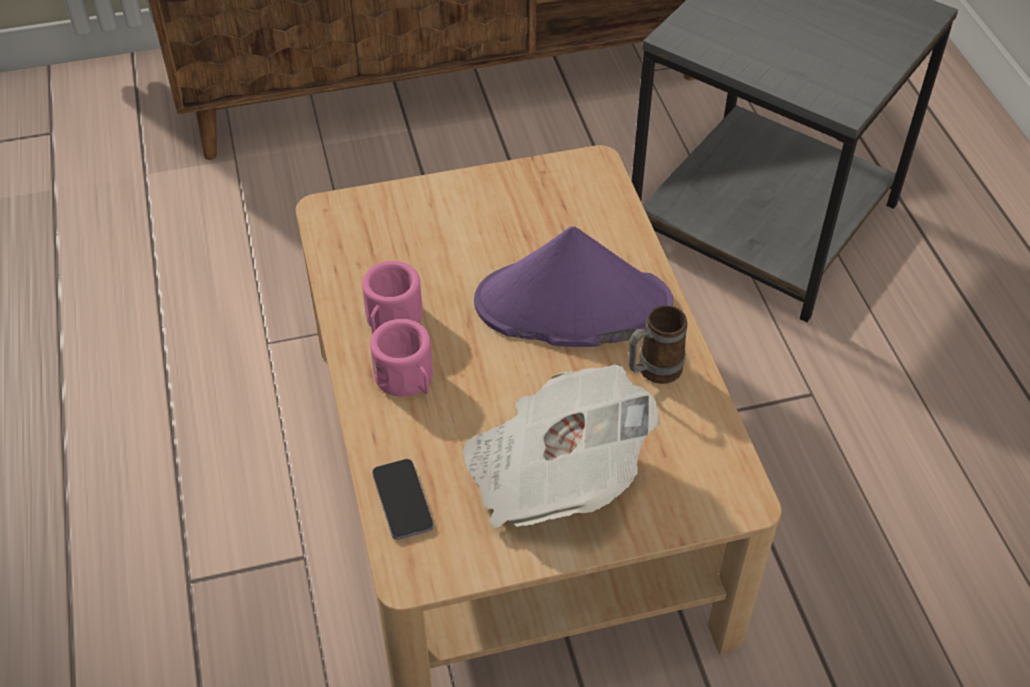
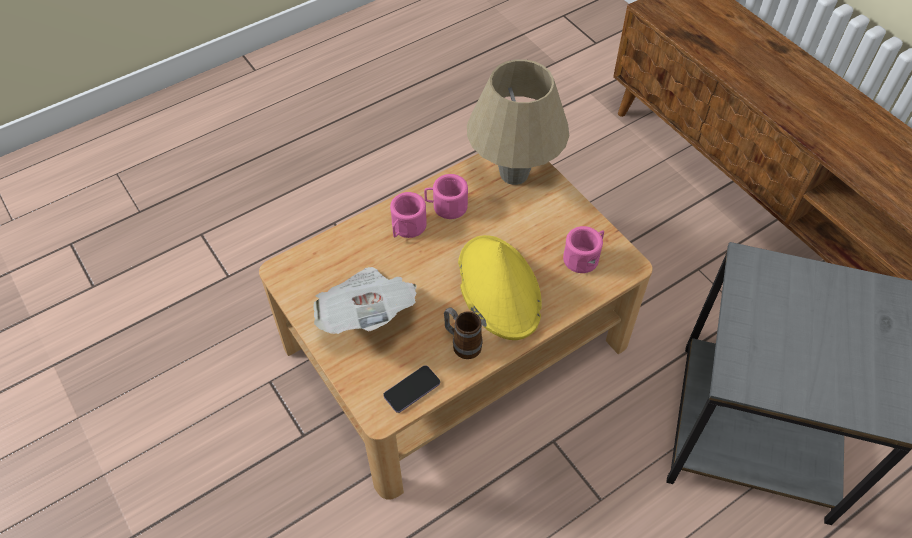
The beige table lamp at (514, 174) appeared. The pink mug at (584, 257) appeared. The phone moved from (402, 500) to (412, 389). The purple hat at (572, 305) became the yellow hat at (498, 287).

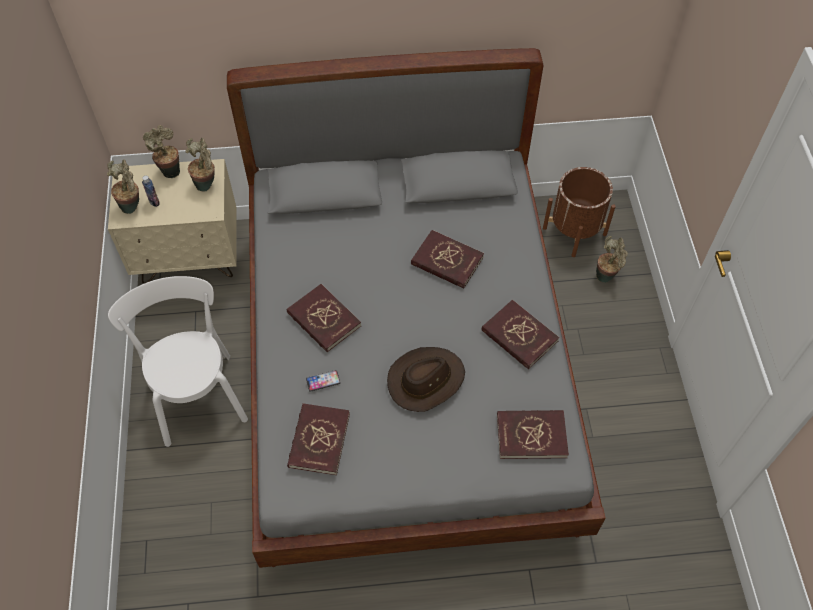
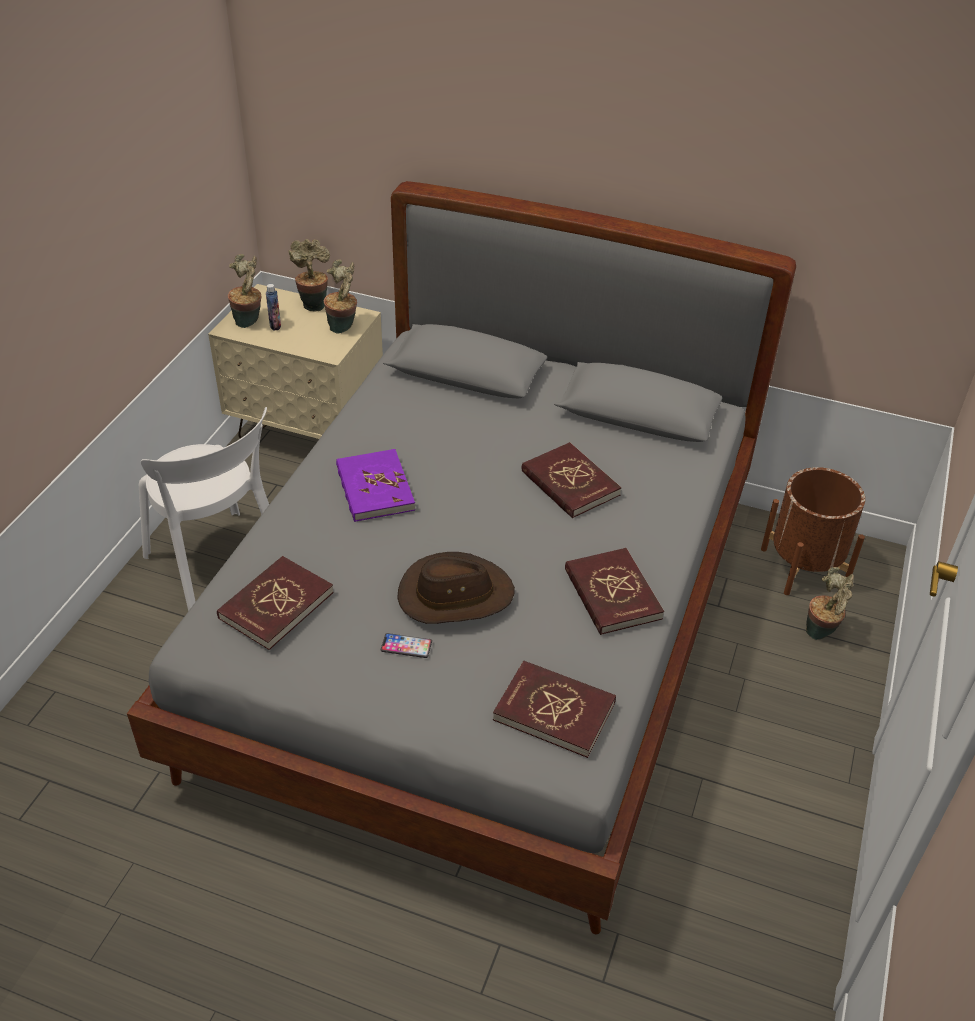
The phone moved from (323, 381) to (406, 646). The red book at (323, 320) became the purple book at (374, 488). The white chair at (197, 394) turned 135 degrees clockwise.

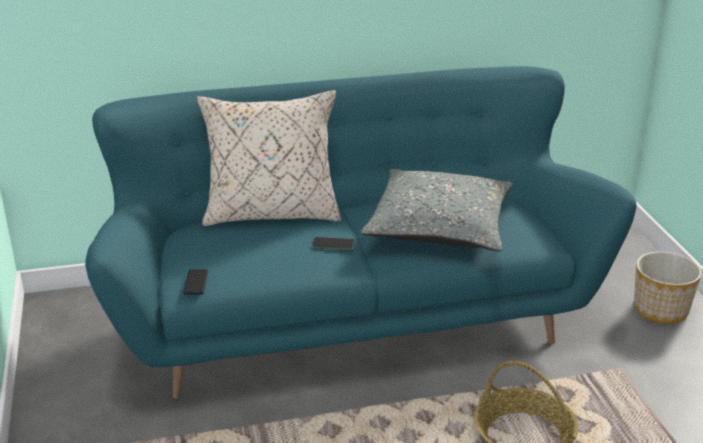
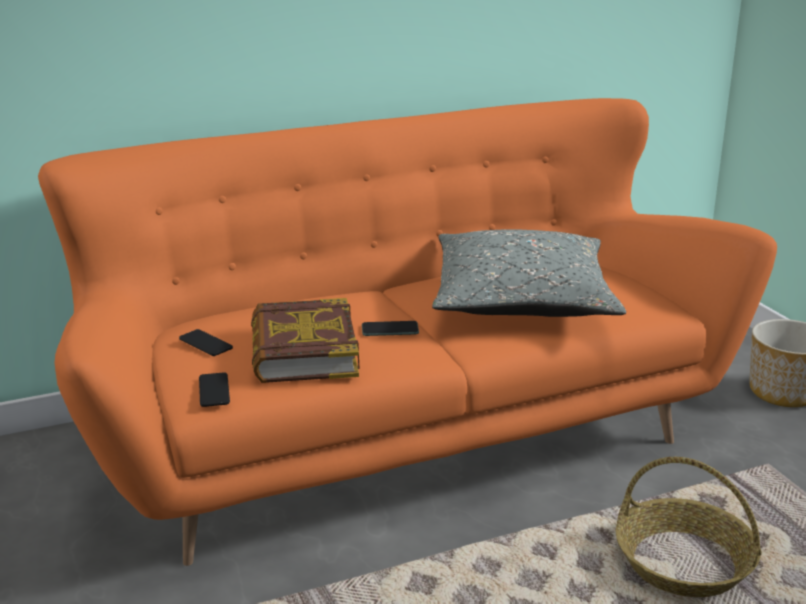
The beige pillow at (271, 213) disappeared. The phone at (205, 343) appeared. The book at (303, 351) appeared. The turquoise sofa at (351, 317) became the orange sofa at (403, 437).

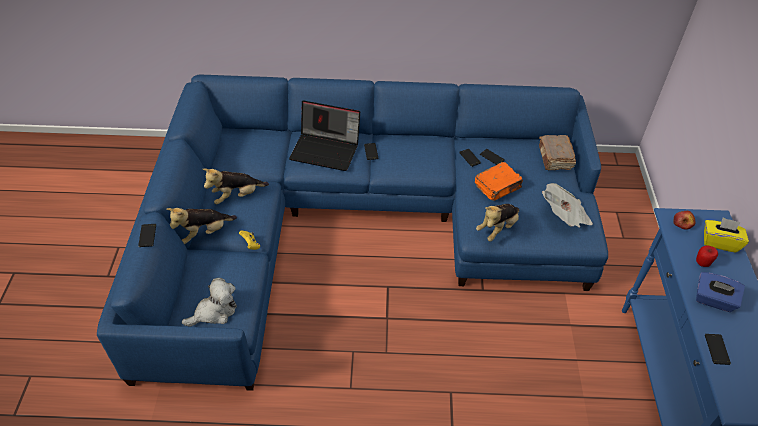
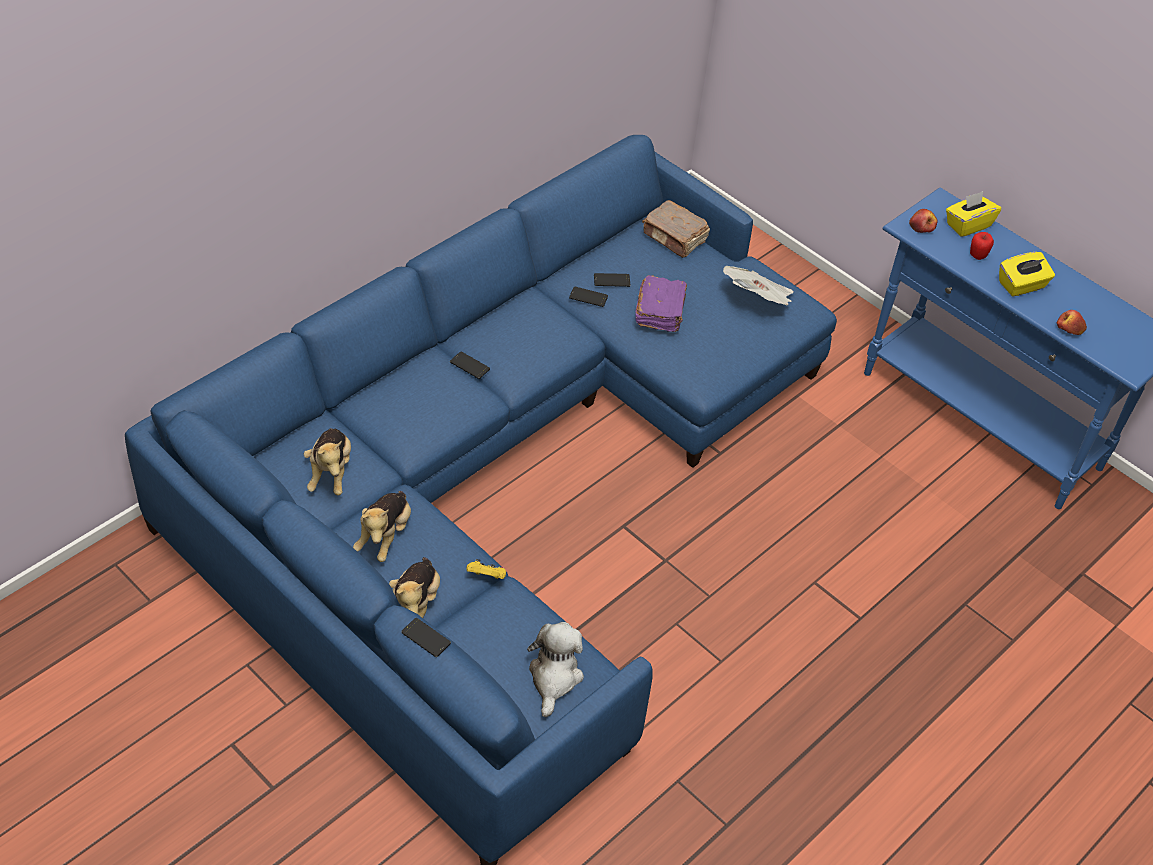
The laptop at (326, 150) disappeared. The plush toy moved from (497, 228) to (330, 472). The phone at (717, 349) was replaced by the apple at (1069, 329). The orange book at (498, 187) became the purple book at (660, 312). The blue tissue box at (713, 300) became the yellow tissue box at (1021, 286).

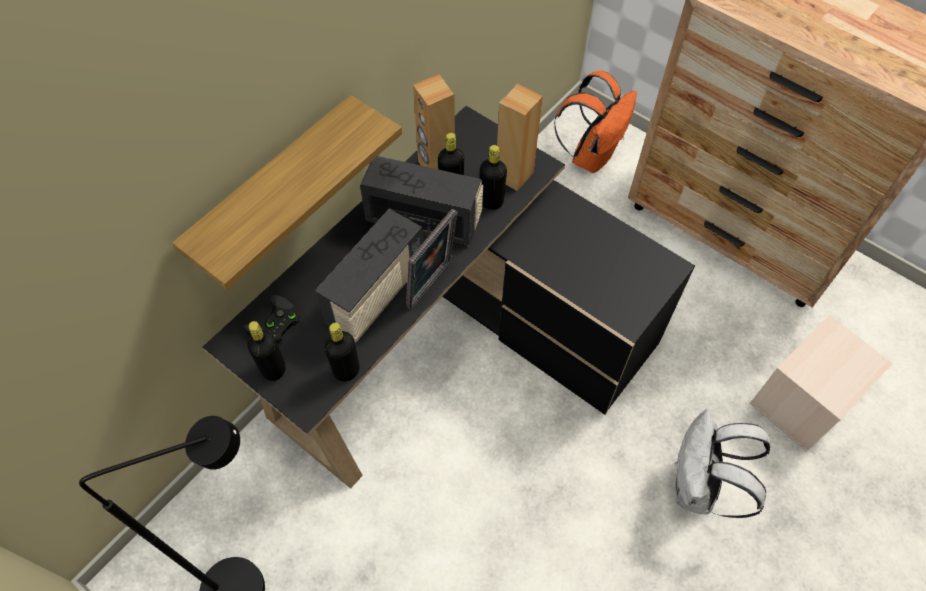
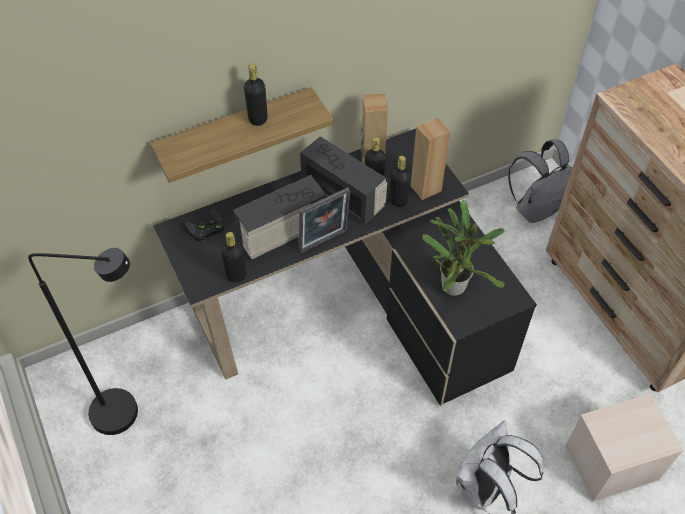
The potted plant at (454, 284) appeared. The black bottle moved from (273, 369) to (258, 119). The orange backpack at (591, 155) became the grey backpack at (537, 208).

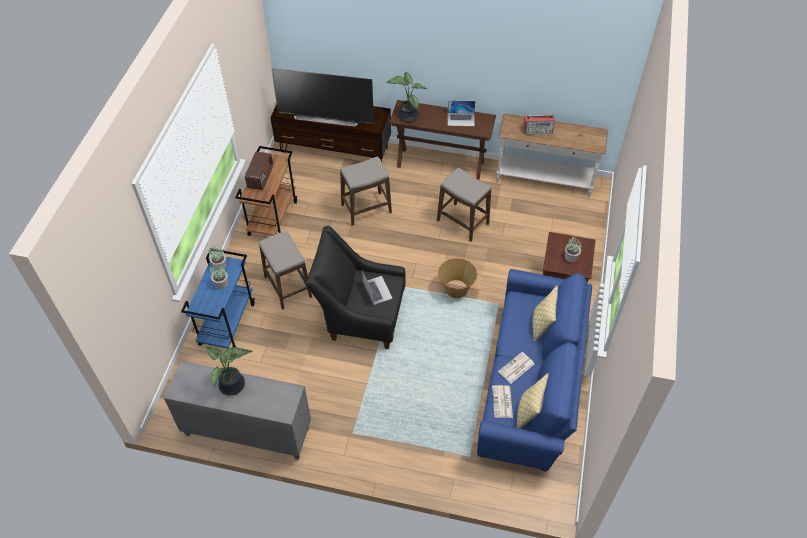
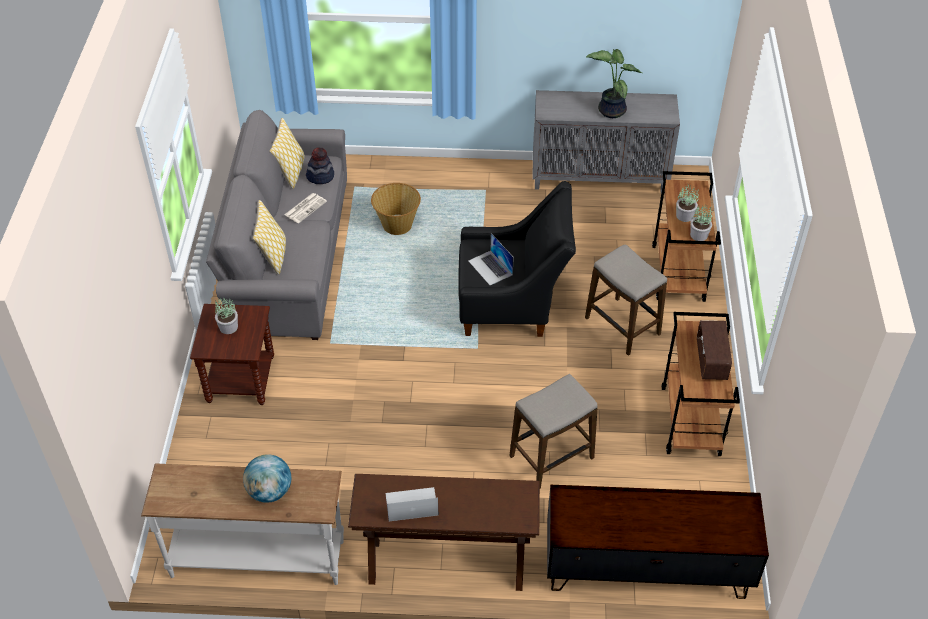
The television at (326, 117) disappeared. The potted plant at (407, 116) disappeared. The stool at (462, 222) disappeared. The basket moved from (456, 289) to (397, 224). The newspaper at (502, 402) was replaced by the hat at (320, 176). The radio at (538, 130) was replaced by the globe at (269, 491). The blue cart at (227, 323) became the brown cart at (679, 273). The blue sofa at (530, 385) became the grey sofa at (287, 258).

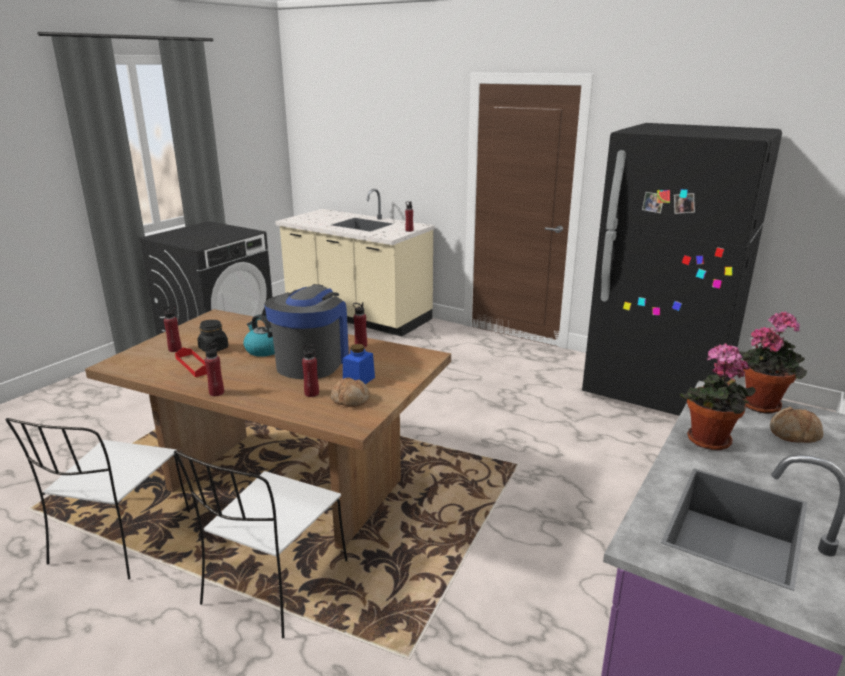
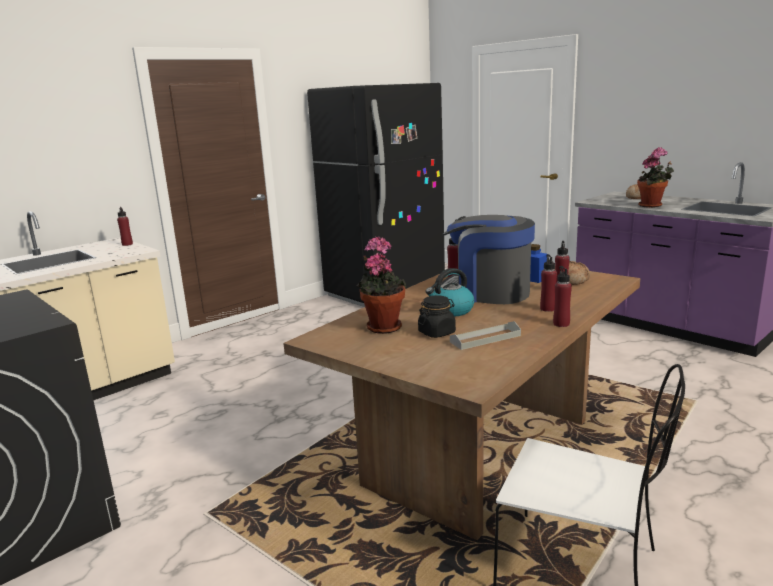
The white chair at (274, 585) disappeared. The red bottle moved from (175, 349) to (547, 309). The potted plant moved from (762, 404) to (382, 326). The red tray at (194, 365) became the grey tray at (485, 339).

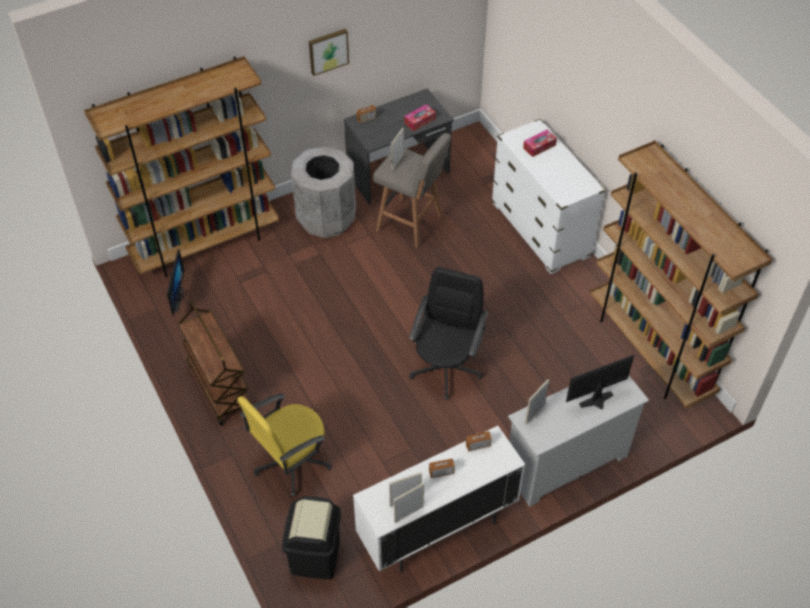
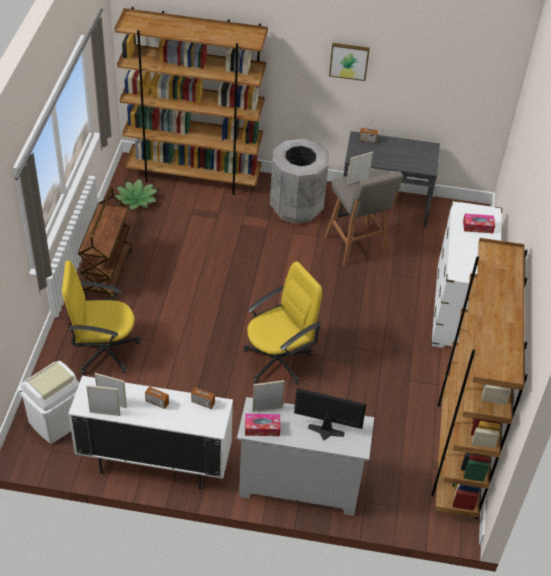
The tissue box moved from (420, 121) to (262, 428). The monitor at (174, 299) was replaced by the potted plant at (136, 199). The black trash can at (316, 556) became the white trash can at (56, 422). The black office chair at (446, 367) became the yellow office chair at (278, 360).

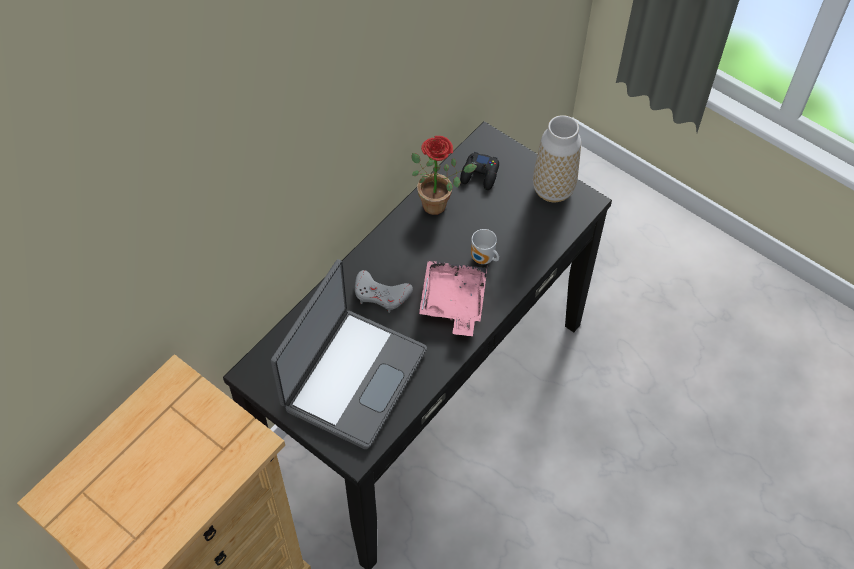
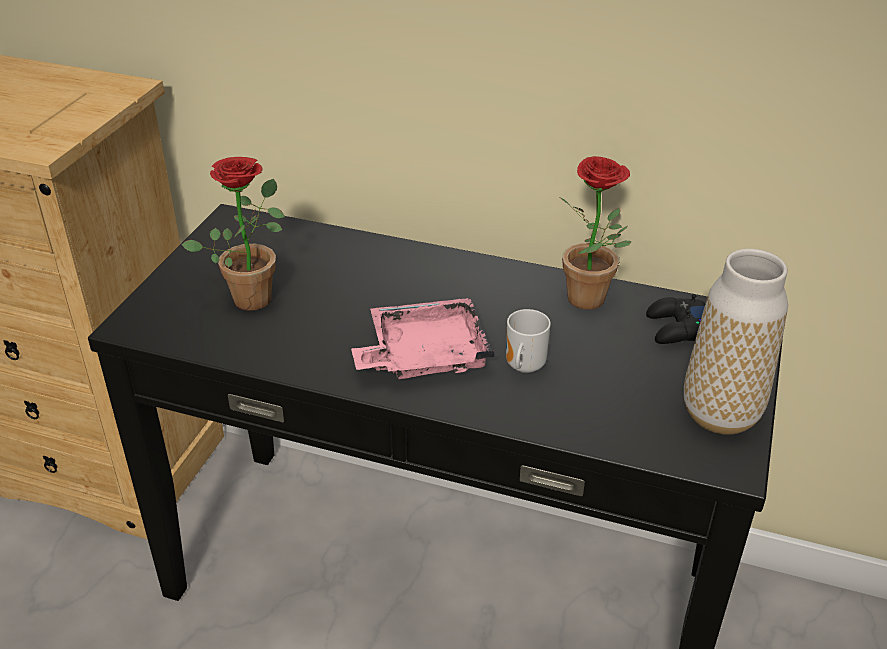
The grey game controller at (381, 294) disappeared. The laptop at (352, 377) was replaced by the potted plant at (254, 294).

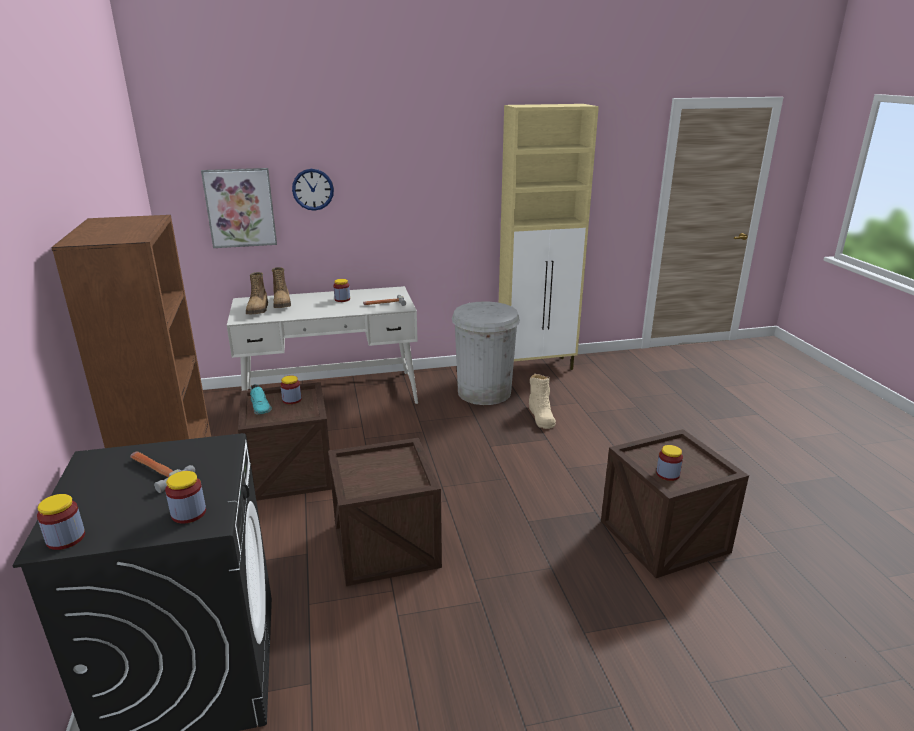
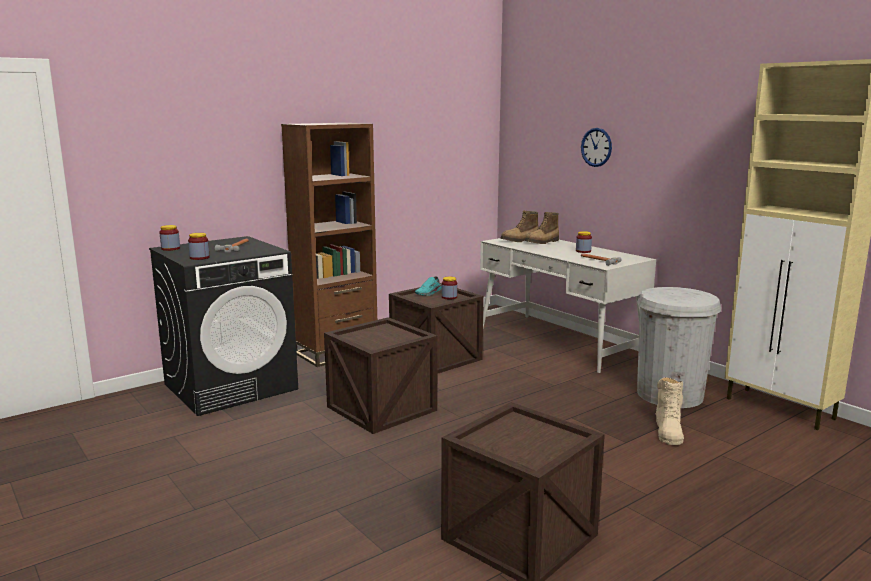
The picture at (240, 208) disappeared. The jar at (667, 474) disappeared. The beige boot at (541, 416) turned 45 degrees counterclockwise.

